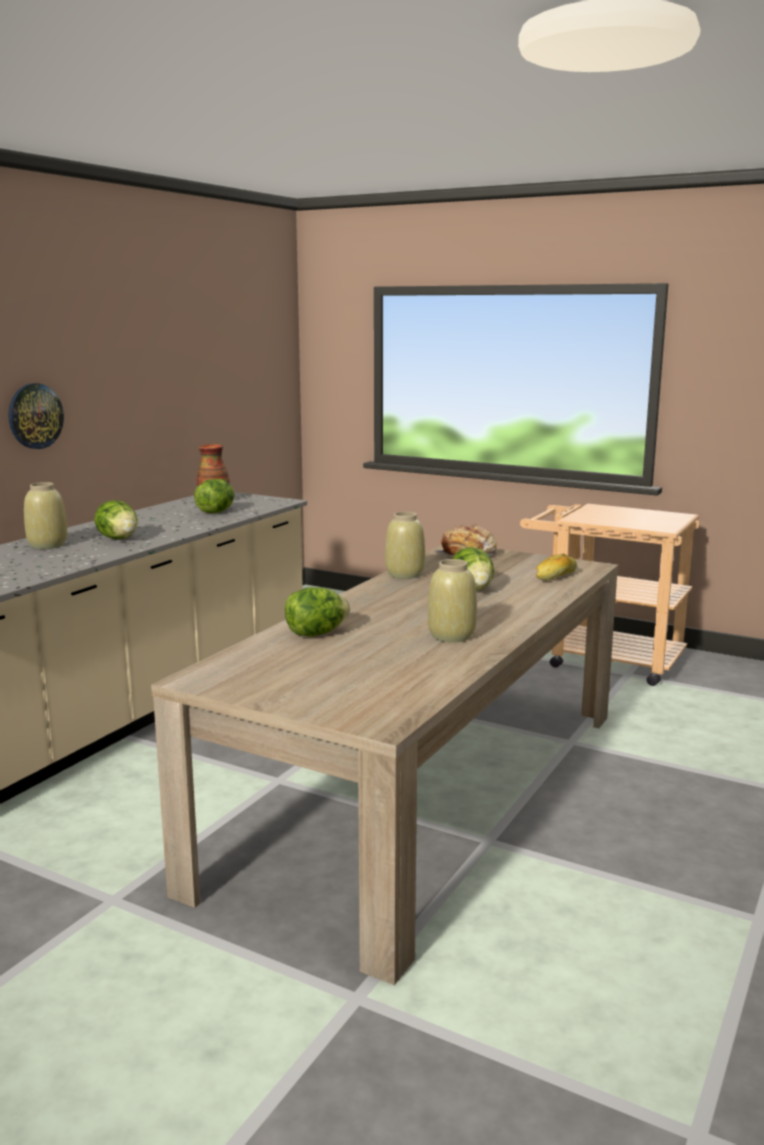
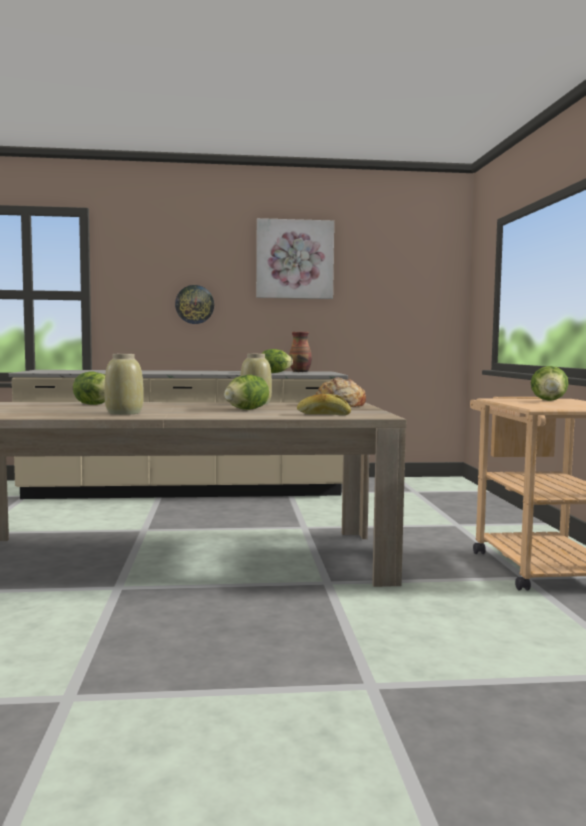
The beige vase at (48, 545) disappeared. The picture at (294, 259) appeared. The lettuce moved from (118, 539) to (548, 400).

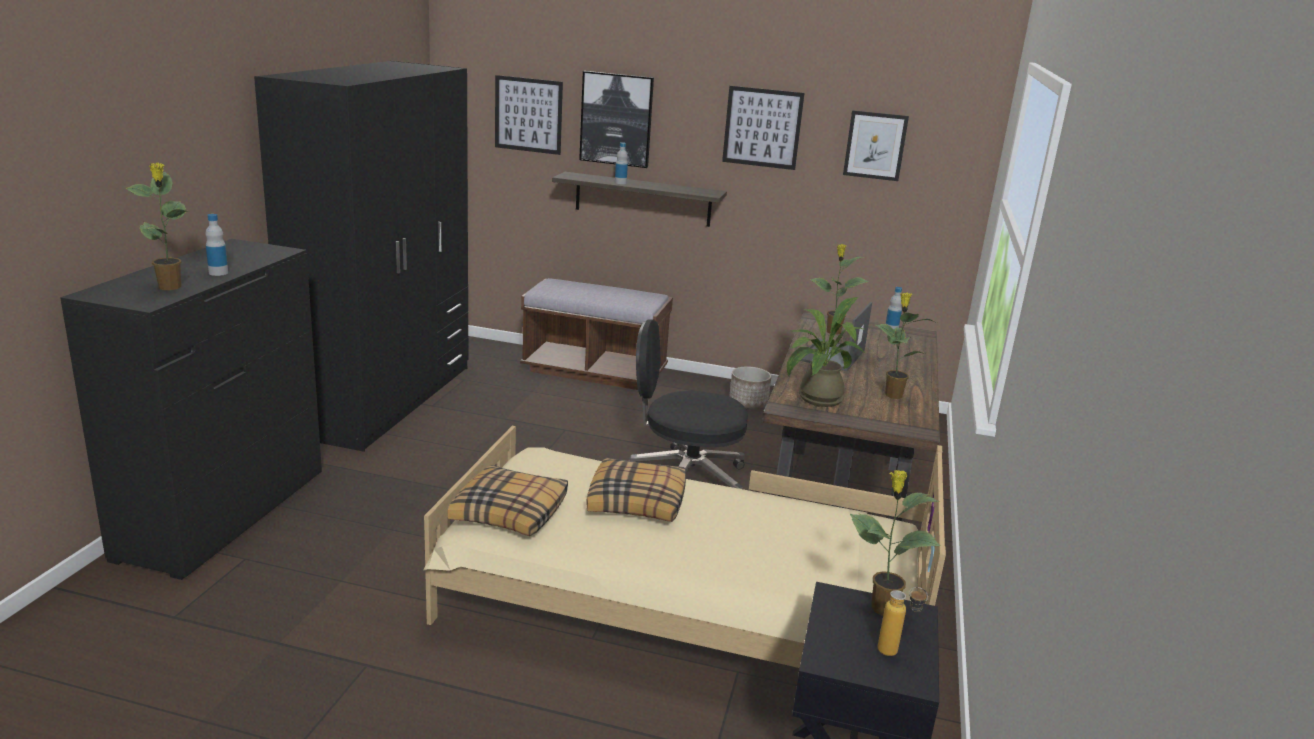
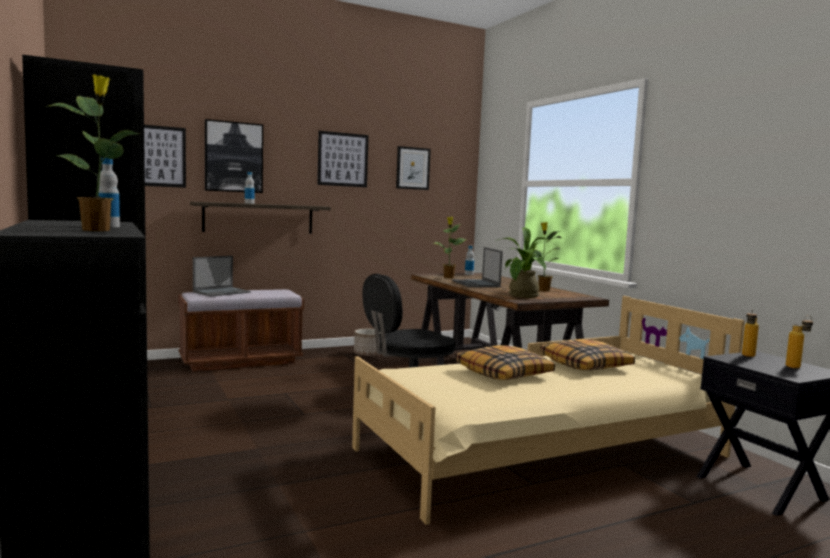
The laptop at (222, 292) appeared. The pillow moved from (510, 513) to (586, 365). The potted plant at (881, 608) was replaced by the bottle at (747, 356).

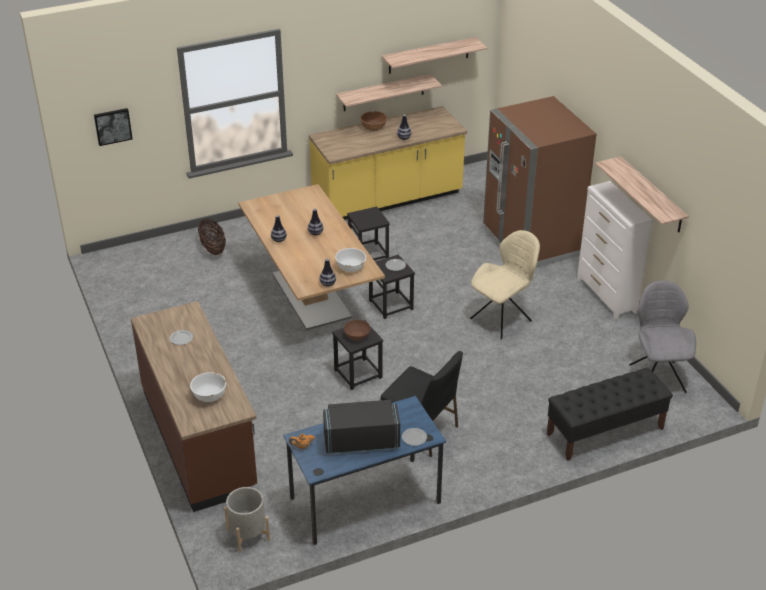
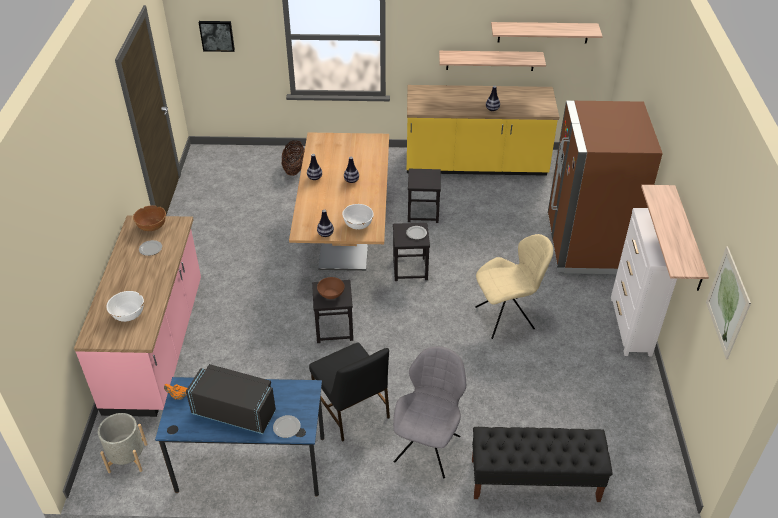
The picture at (727, 302) appeared. The brown bowl moved from (373, 128) to (152, 226). The grey chair moved from (656, 377) to (428, 447). The brown counter at (199, 439) became the pink counter at (157, 345).

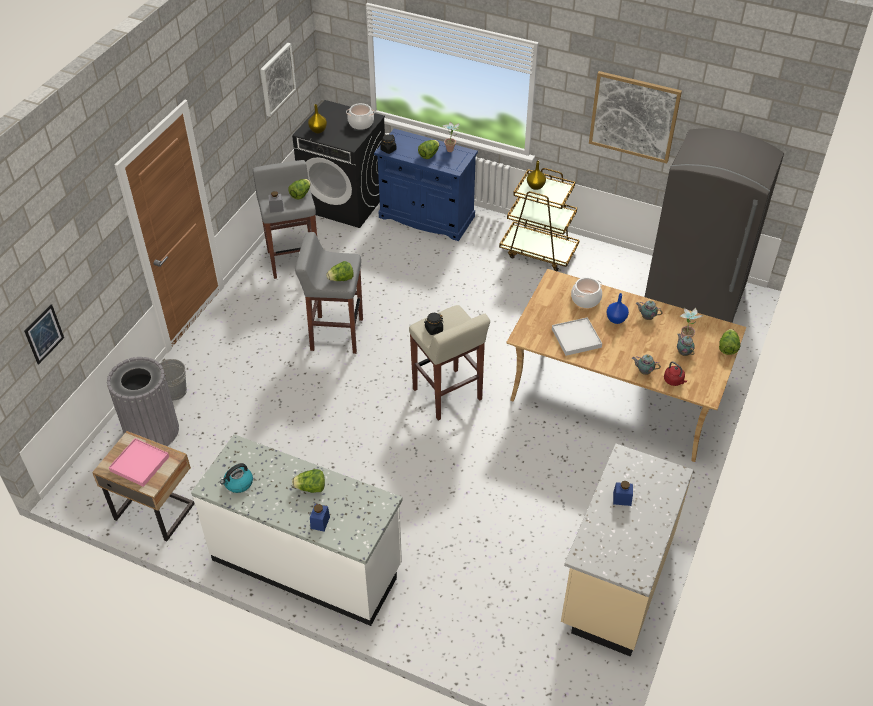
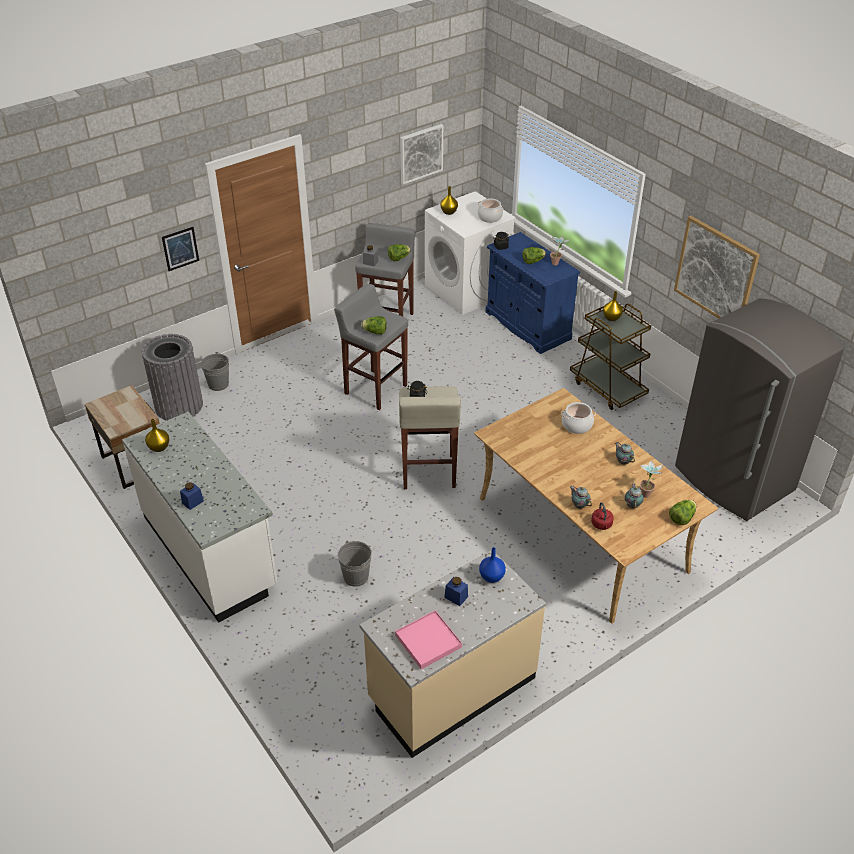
The lettuce at (311, 488) disappeared. The white tray at (576, 338) disappeared. The grey bucket at (356, 576) appeared. The picture moved from (44, 334) to (180, 248). The pink tray moved from (139, 463) to (428, 641). The blue vase moved from (616, 319) to (492, 577). The kettle at (238, 483) was replaced by the yellow vase at (159, 448). The black washing machine at (345, 201) became the white washing machine at (467, 290).

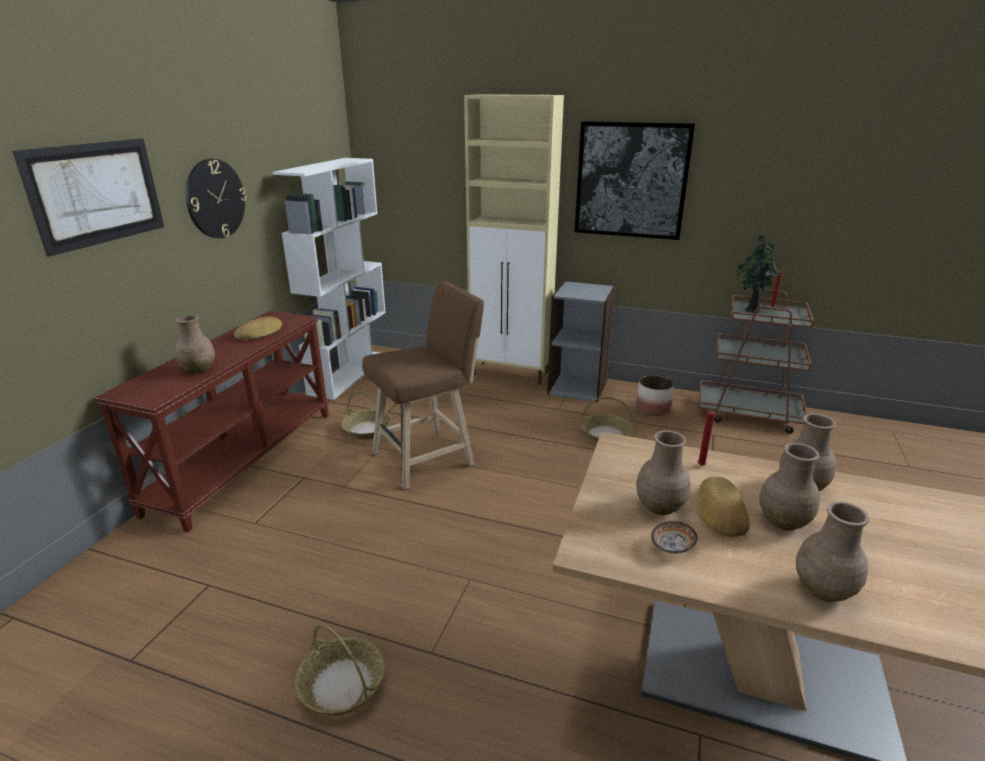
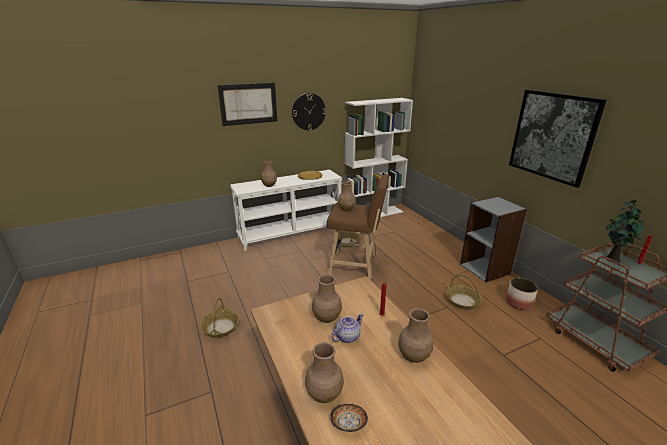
The beige cabinet at (511, 374) disappeared. The bowl moved from (671, 547) to (348, 423). The brown vase moved from (783, 521) to (346, 209). The bread at (719, 512) was replaced by the teapot at (347, 336). The brown console table at (244, 459) became the white console table at (290, 233).

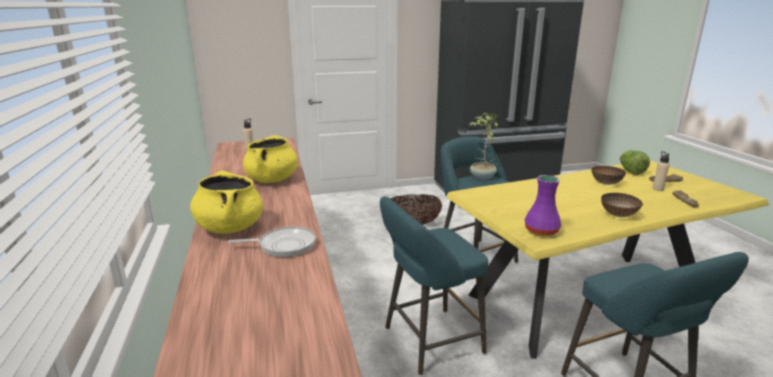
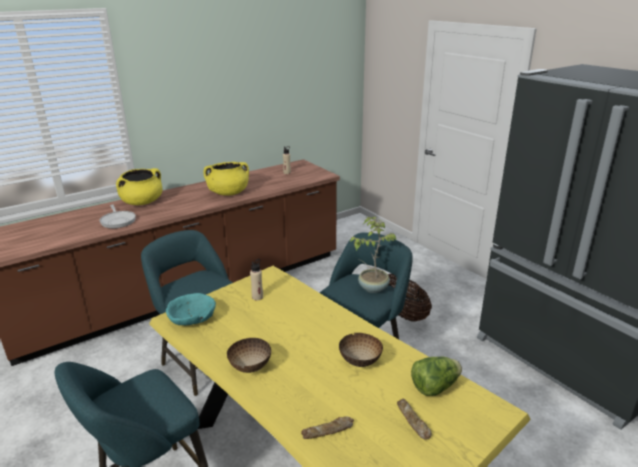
The beige bottle moved from (658, 189) to (257, 297). The purple vase at (542, 232) was replaced by the turquoise bowl at (191, 319).

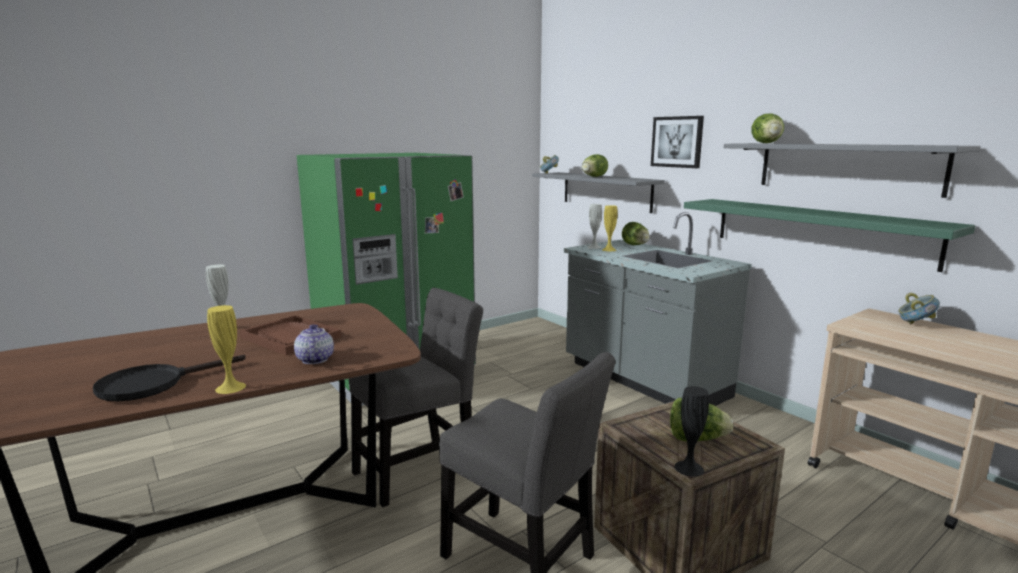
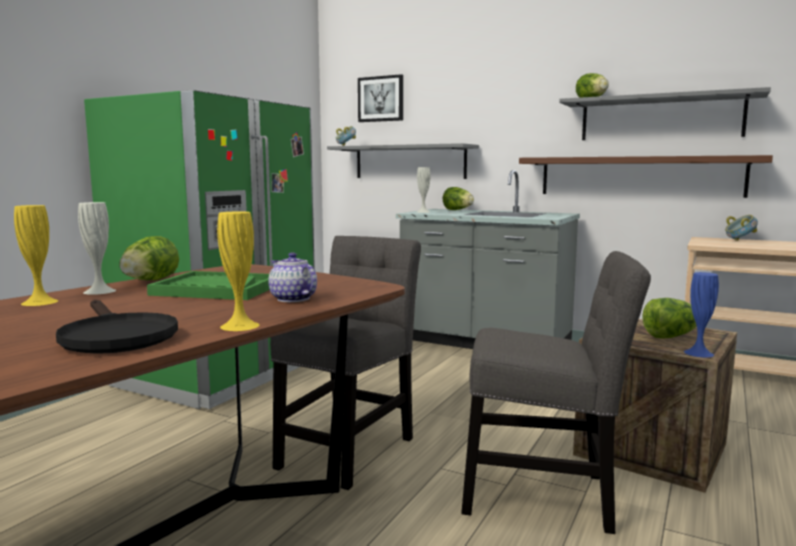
The lettuce moved from (593, 177) to (149, 281). The yellow vase moved from (609, 249) to (39, 302). The picture moved from (677, 142) to (381, 99). The brown tray at (290, 337) became the green tray at (217, 289). The black vase at (689, 468) became the blue vase at (698, 353). The green shelf at (818, 231) became the brown shelf at (638, 176). The black frying pan at (153, 384) turned 60 degrees counterclockwise.

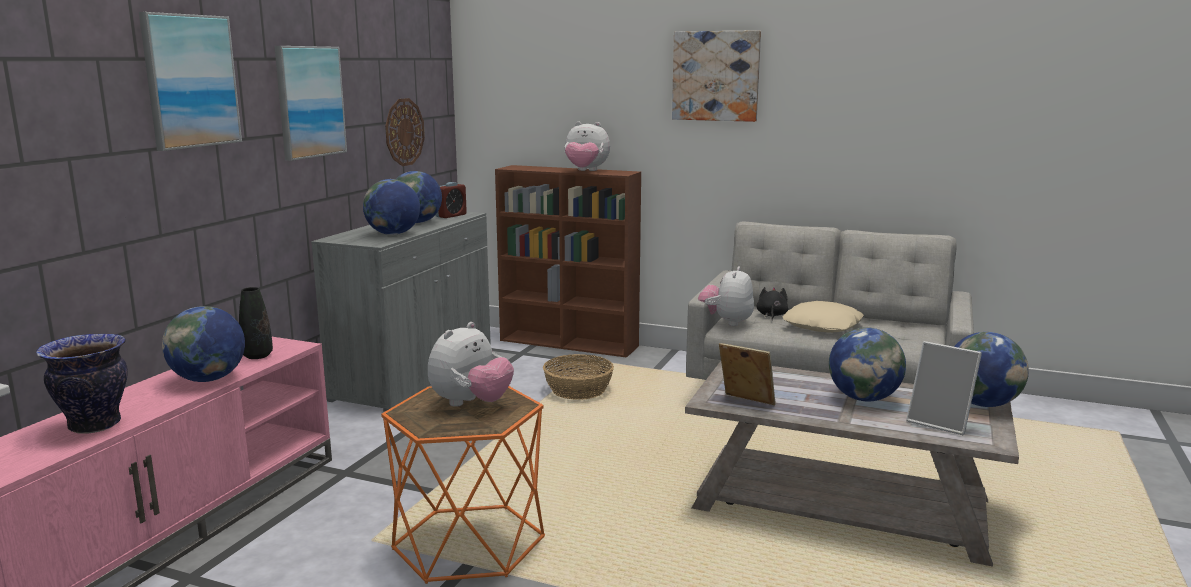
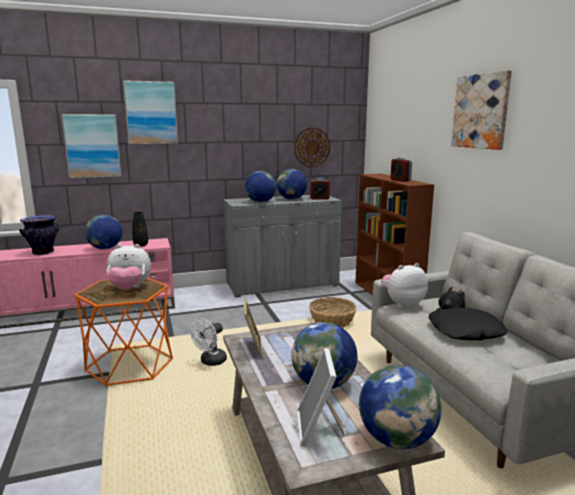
The white fan at (210, 362) appeared. The picture moved from (309, 102) to (92, 146). The plush toy at (586, 171) was replaced by the alarm clock at (400, 180). The beige pillow at (823, 326) became the black pillow at (465, 331).

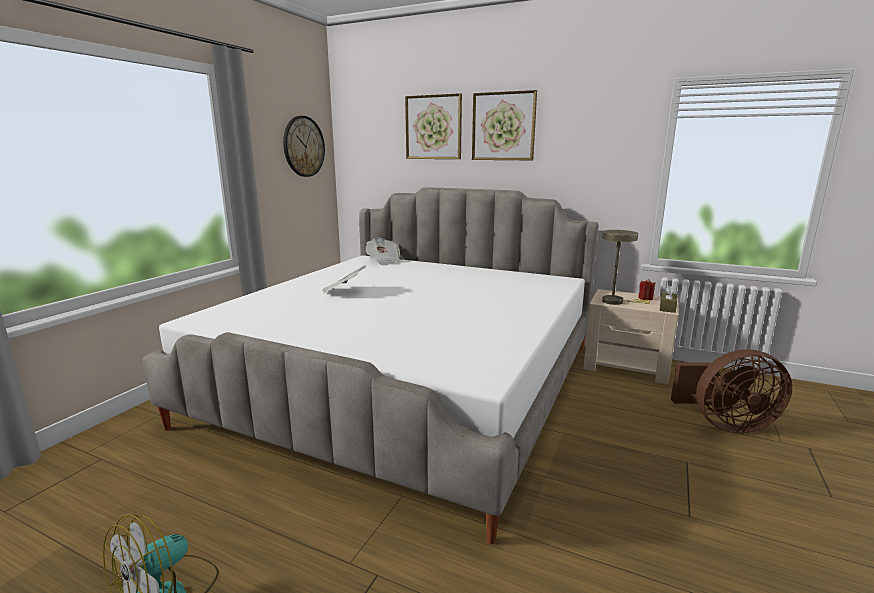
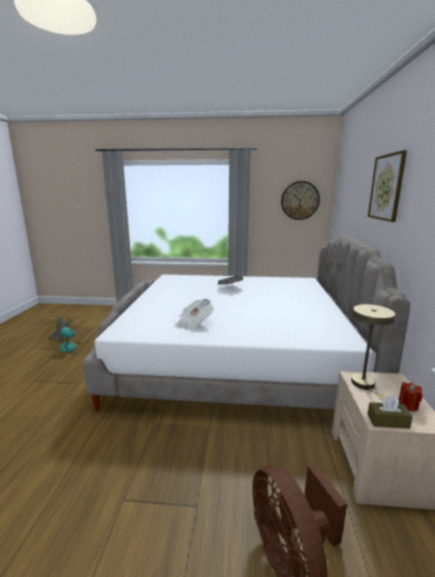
The picture at (433, 127) disappeared. The newspaper moved from (383, 261) to (193, 323).

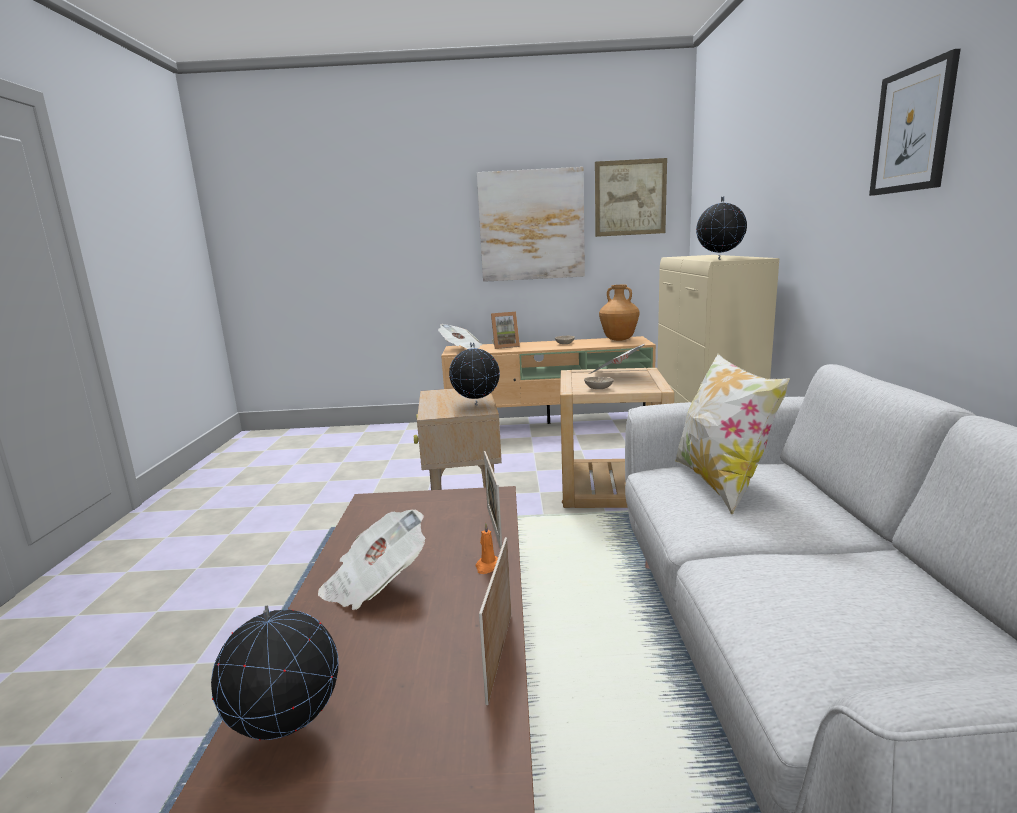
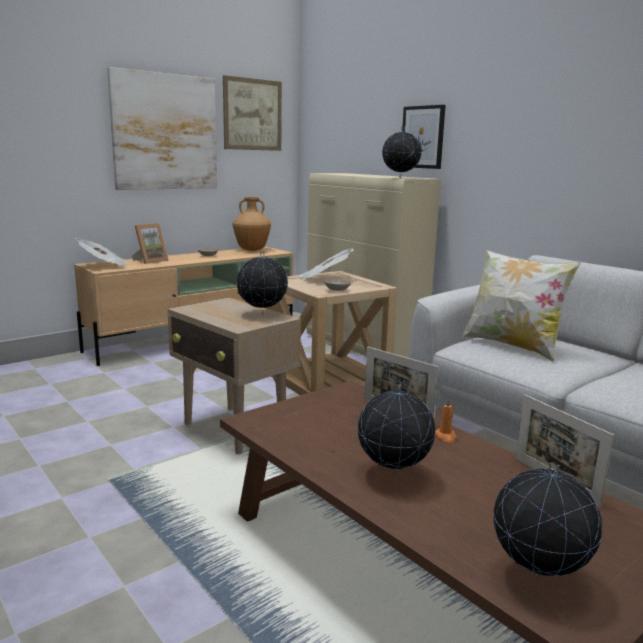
The picture moved from (912, 130) to (422, 137). The newspaper at (375, 583) was replaced by the globe at (393, 473).

